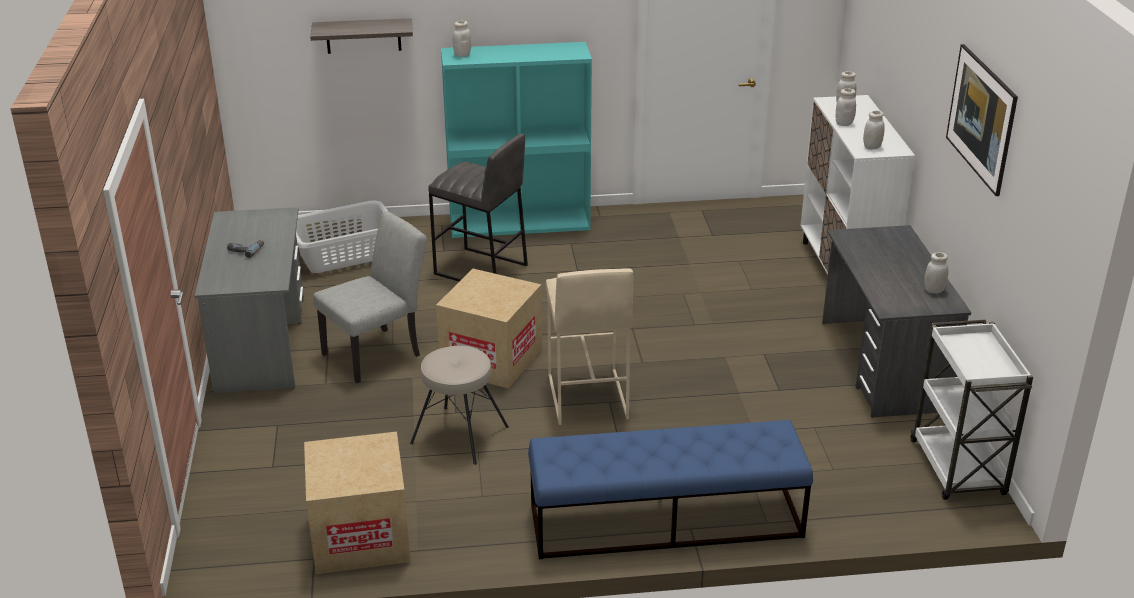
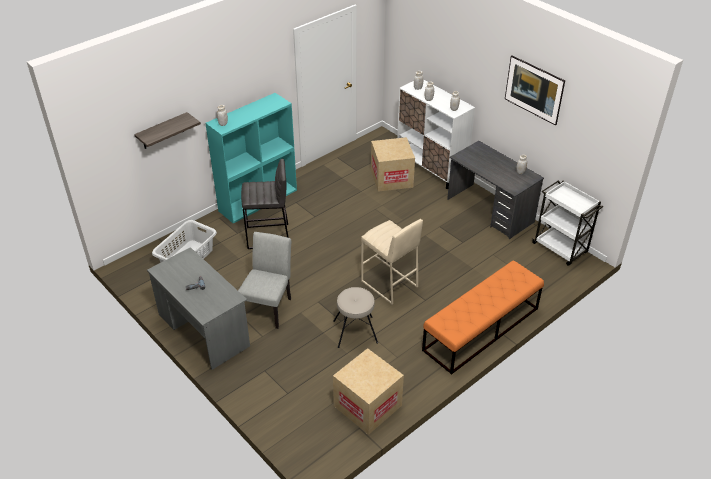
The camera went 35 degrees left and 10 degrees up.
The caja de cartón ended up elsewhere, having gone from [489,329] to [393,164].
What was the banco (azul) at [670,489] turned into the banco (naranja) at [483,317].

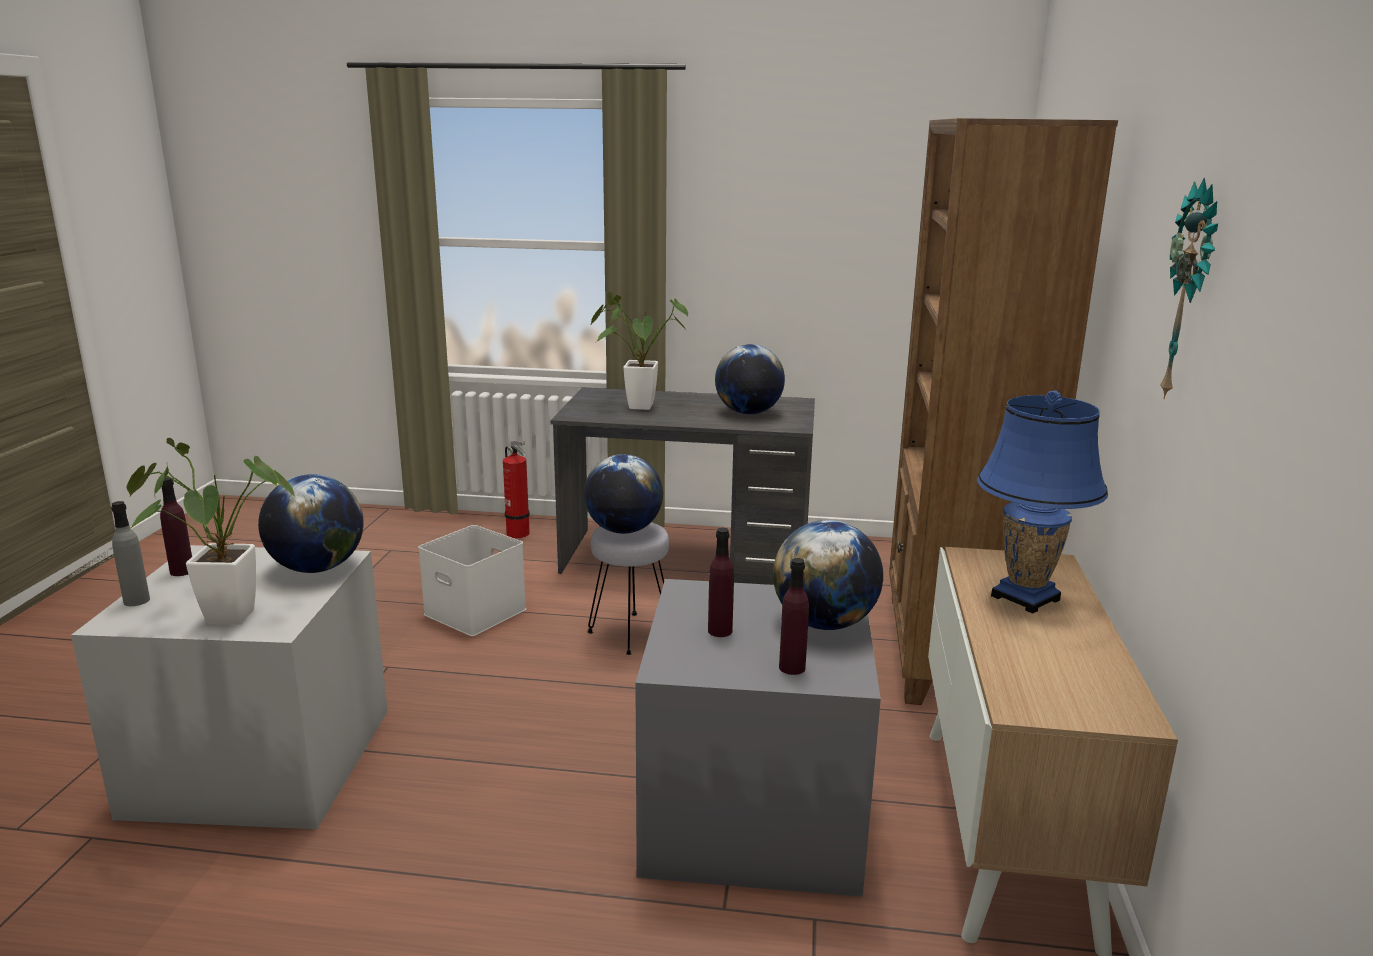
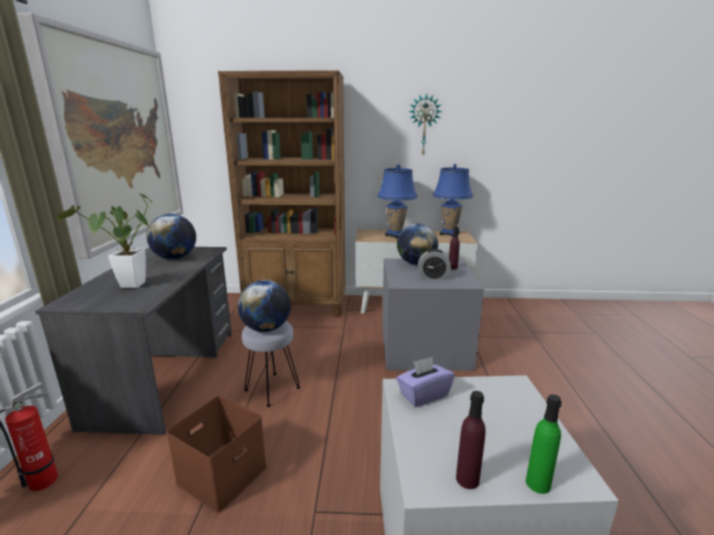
The camera went 95 degrees left and 0 degrees up.
The second view lost the planta en maceta at [211,531].
Where the globo terráqueo stood at [311,523], the caja de pañuelos (morado) came to stand at [425,382].
What was the botella (gris) at [130,553] turned into the botella (verde) at [544,444].
What was the caja de almacenaje (blanco) at [472,580] turned into the caja de almacenaje (marrón) at [216,454].
Where the botella (morado) stood at [721,582], the despertador came to stand at [434,264].
The second view gained the cuadro at [100,136].
The second view gained the lámpara de mesa (azul) at [453,200].

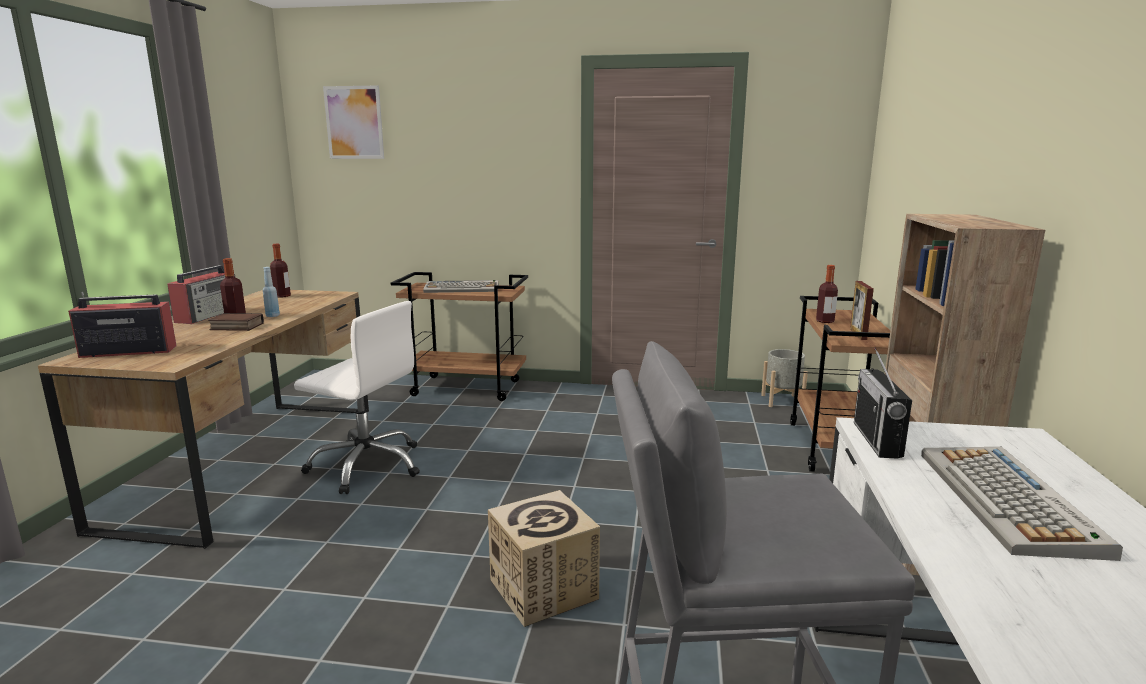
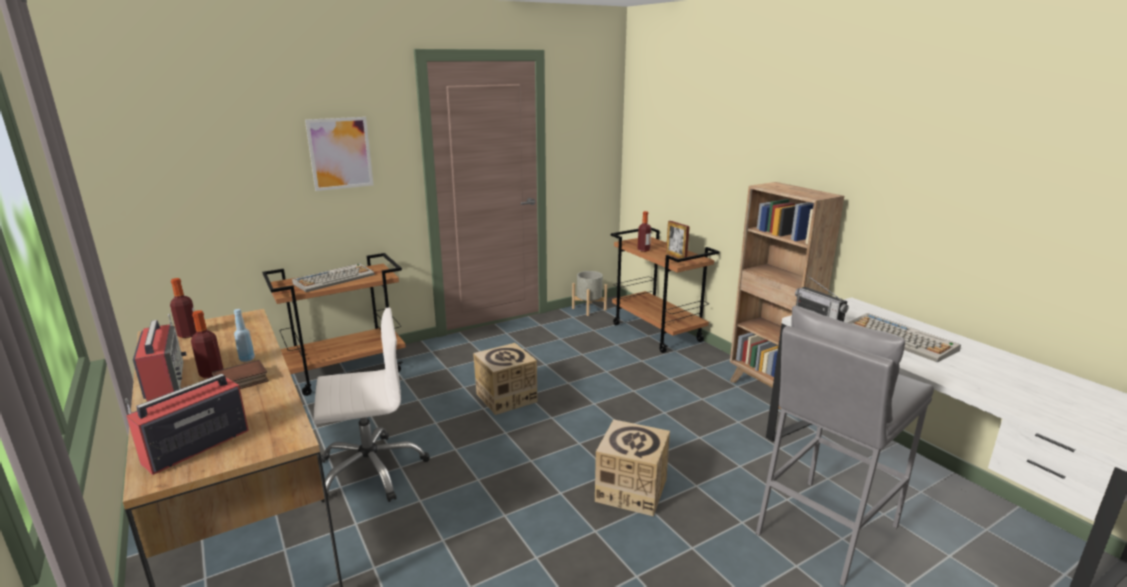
The camera went 40 degrees left and 5 degrees up.
The cuadro ended up elsewhere, having gone from [353,122] to [339,154].
The second view gained the caja de cartón at [505,379].

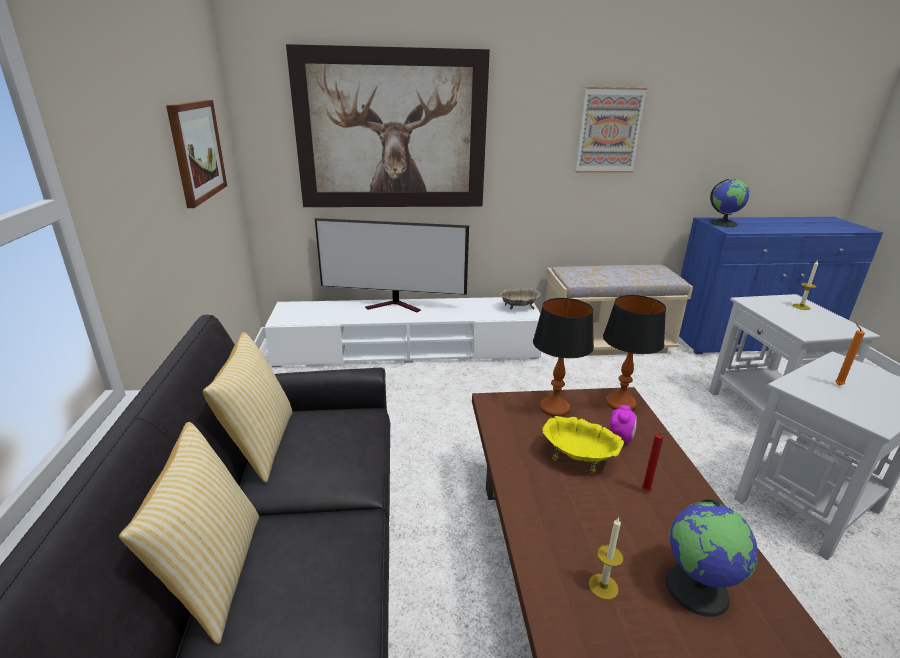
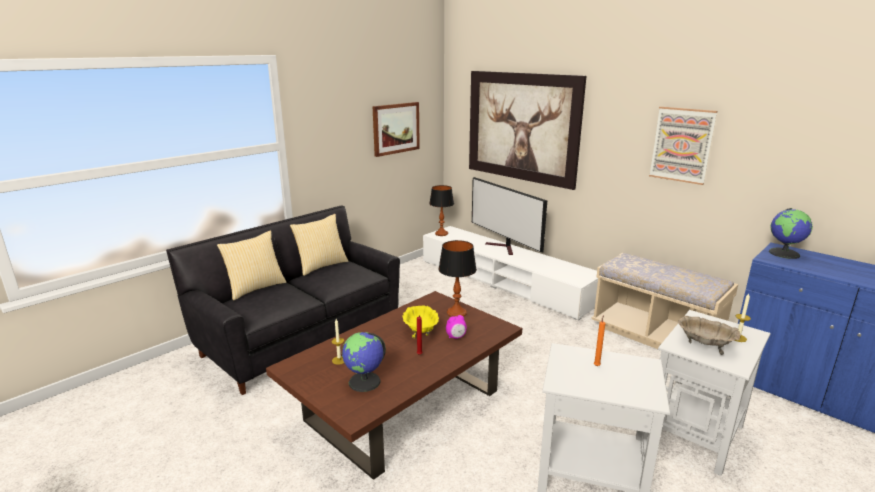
The camera went 50 degrees right and 5 degrees down.
The cuenco (beis) ended up elsewhere, having gone from [520,299] to [709,335].
The lámpara de mesa ended up elsewhere, having gone from [634,353] to [441,210].

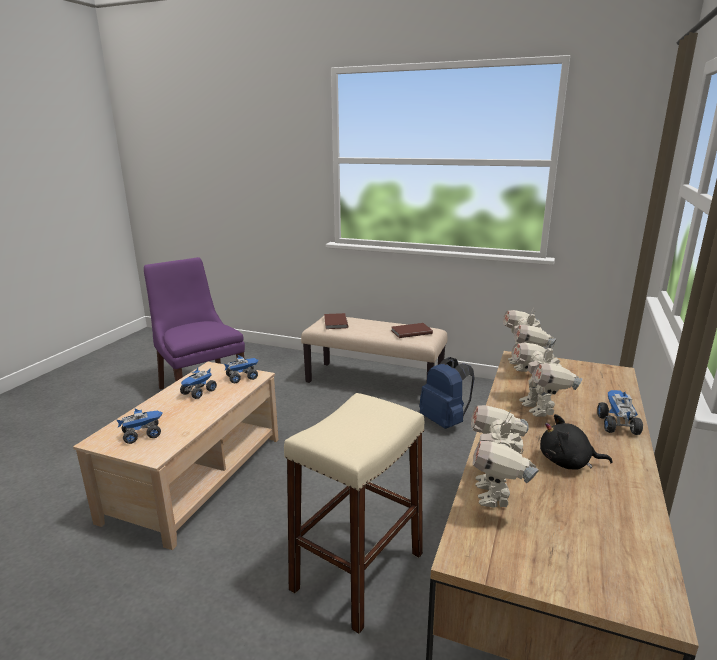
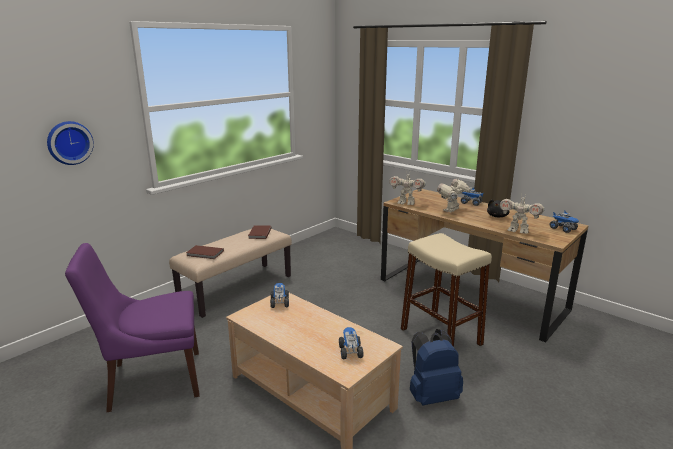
The camera went 70 degrees left and 0 degrees up.
The robot de juguete at [547,379] ended up facing another way, 120 degrees clockwise from before.
The mochila (azul) ended up elsewhere, having gone from [447,393] to [436,367].
The camión de juguete ended up elsewhere, having gone from [198,383] to [564,221].
The second view gained the reloj de pared at [70,143].

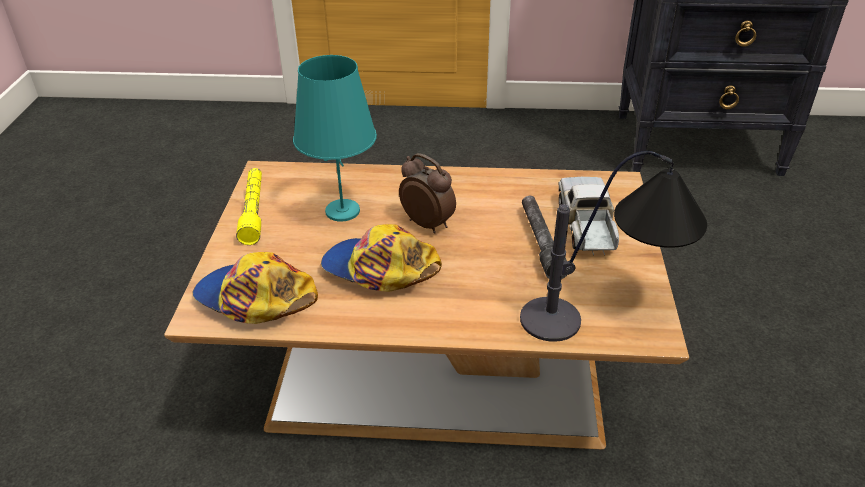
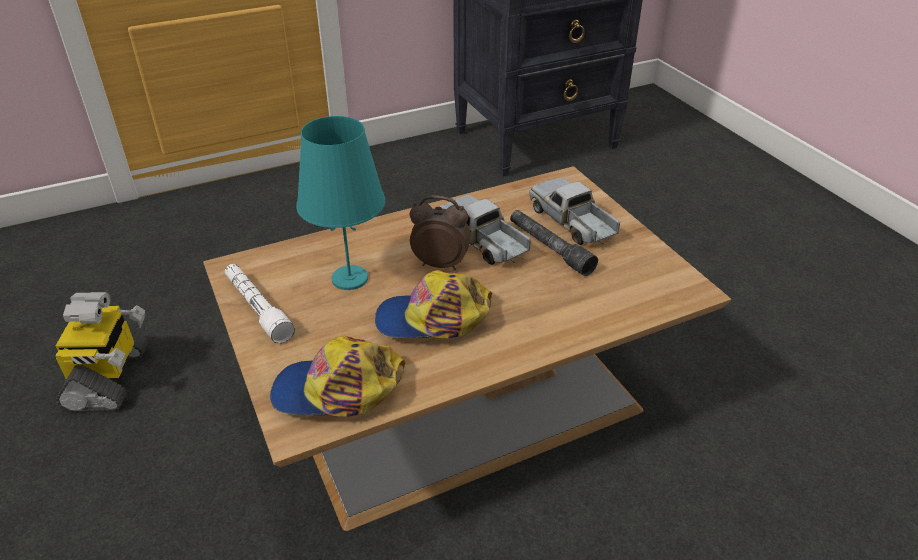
The camera went 30 degrees left and 0 degrees up.
The second view lost the lámpara de mesa at [613,246].
What was the linterna (amarillo) at [249,206] turned into the linterna (blanco) at [260,303].
The second view gained the camión de juguete at [485,230].
The second view gained the robot de juguete at [101,352].

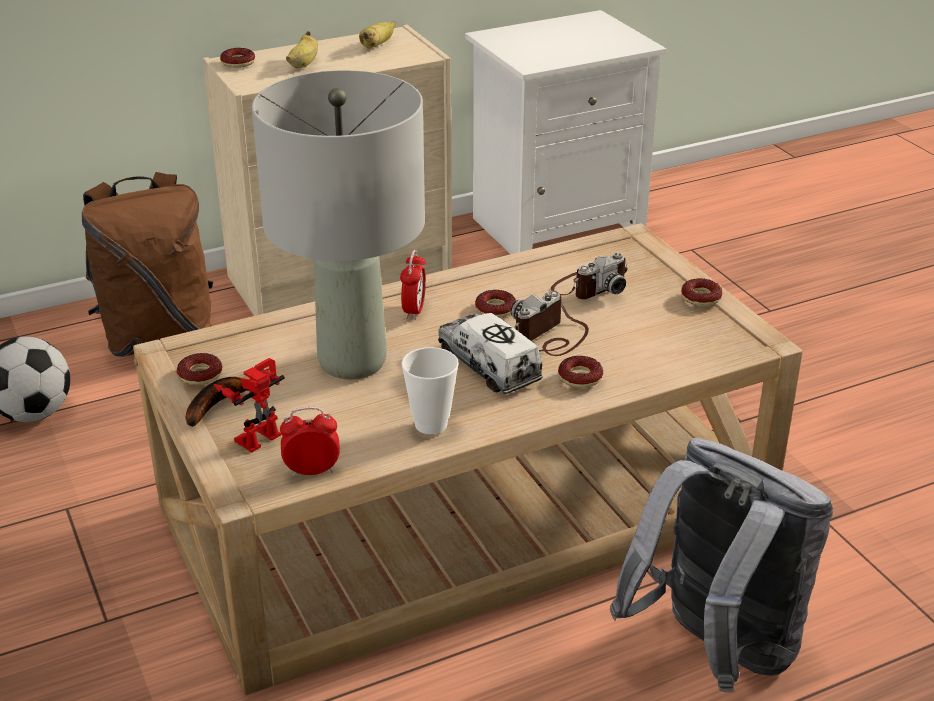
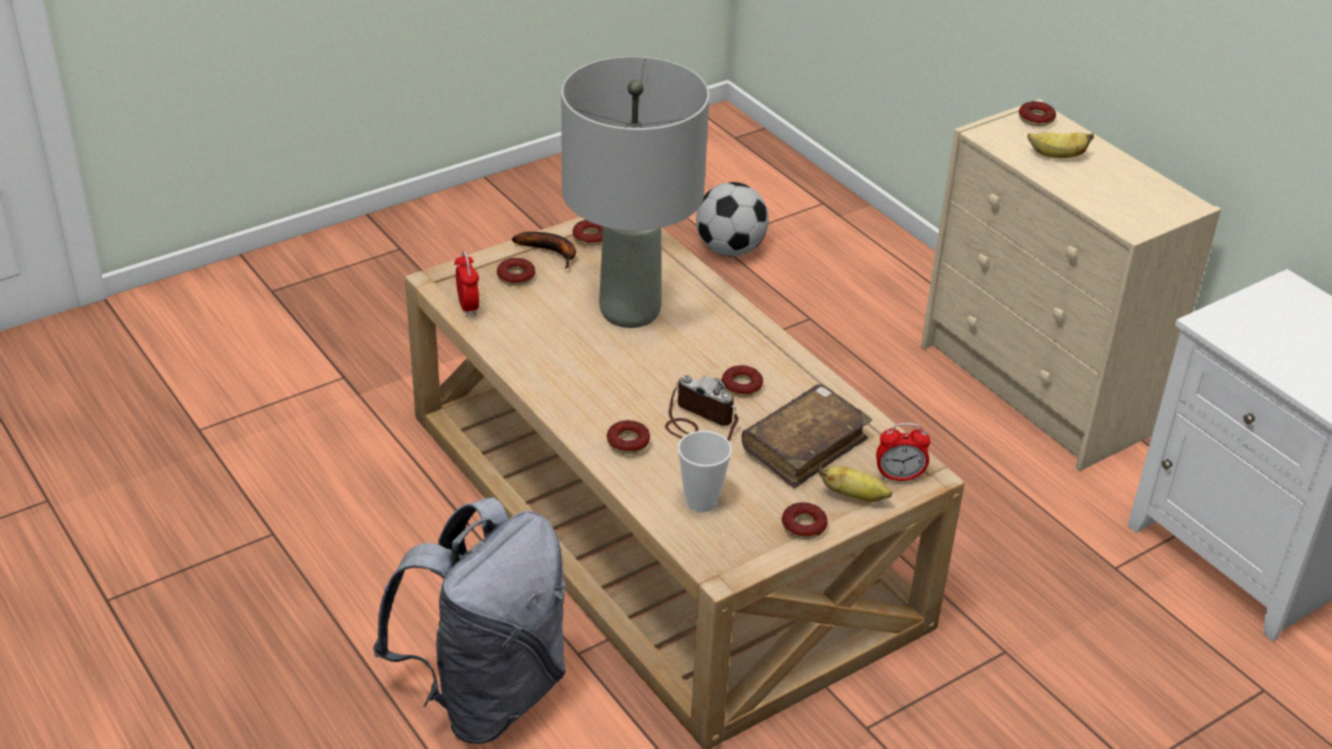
The camera went 80 degrees right and 5 degrees up.
The plátano ended up elsewhere, having gone from [377,34] to [855,484].
The second view lost the mochila (marrón) at [147,264].
The despertador ended up elsewhere, having gone from [413,285] to [903,452].
Where the cámara stood at [589,276], the libro (marrón) came to stand at [807,436].
The second view lost the camión de juguete at [490,353].
The taza ended up elsewhere, having gone from [430,390] to [705,471].
Where the robot de juguete stood at [249,405], the rosquilla came to stand at [516,272].

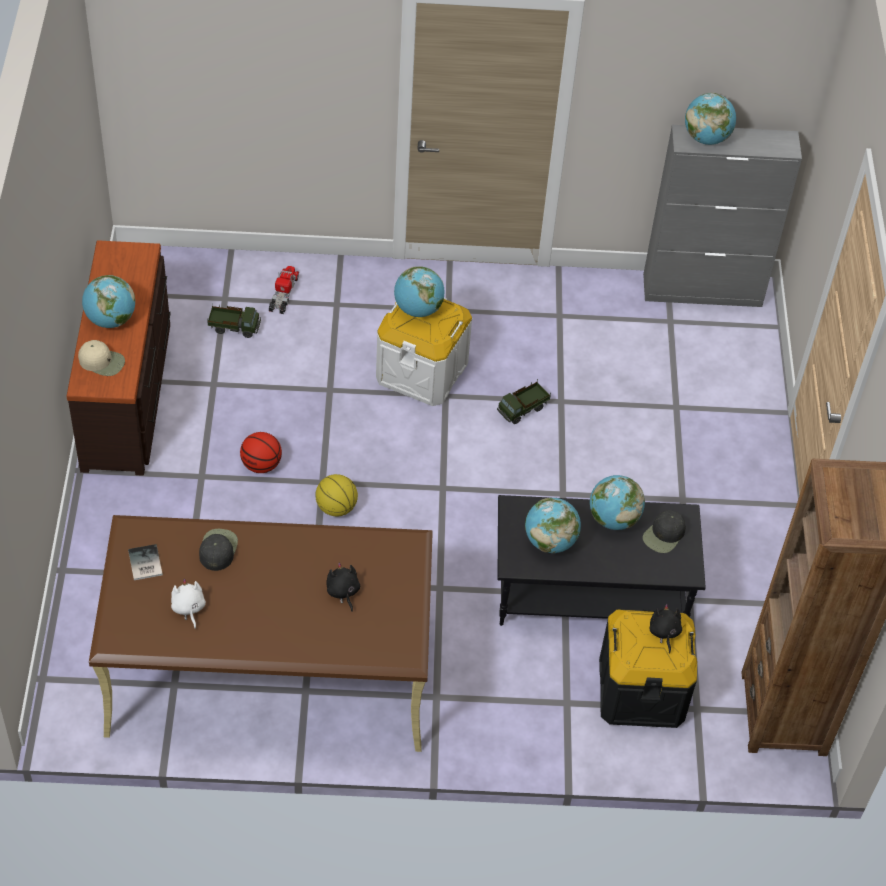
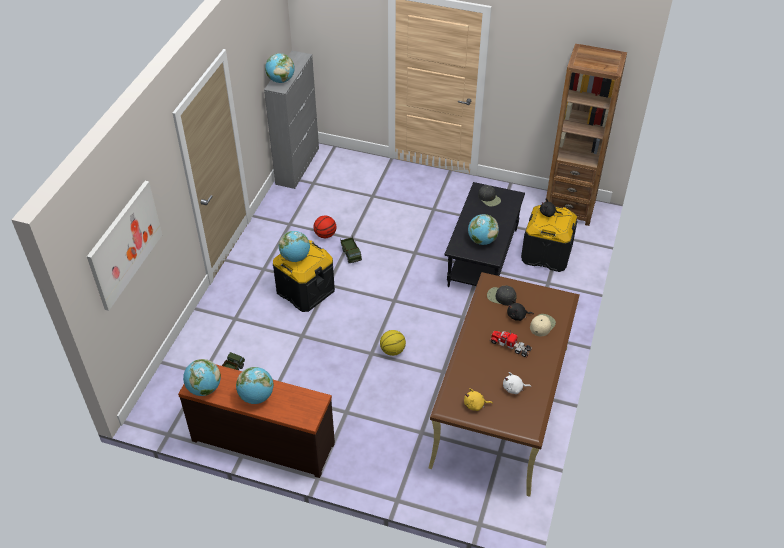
The camera went 70 degrees left and 5 degrees down.
The camión de juguete ended up elsewhere, having gone from [283,290] to [511,343].
What was the caja de almacenaje (blanco) at [424,352] turned into the caja de almacenaje (negro) at [304,276].
The gorra (beis) ended up elsewhere, having gone from [101,358] to [543,325].
The balón de baloncesto ended up elsewhere, having gone from [261,452] to [325,227].
The globo terráqueo ended up elsewhere, having gone from [617,502] to [202,377].
The gorra (negro) ended up elsewhere, having gone from [218,550] to [502,295].
Where the libro stood at [145,562], the peluche (amarillo) came to stand at [478,399].
The second view gained the cuadro at [124,246].

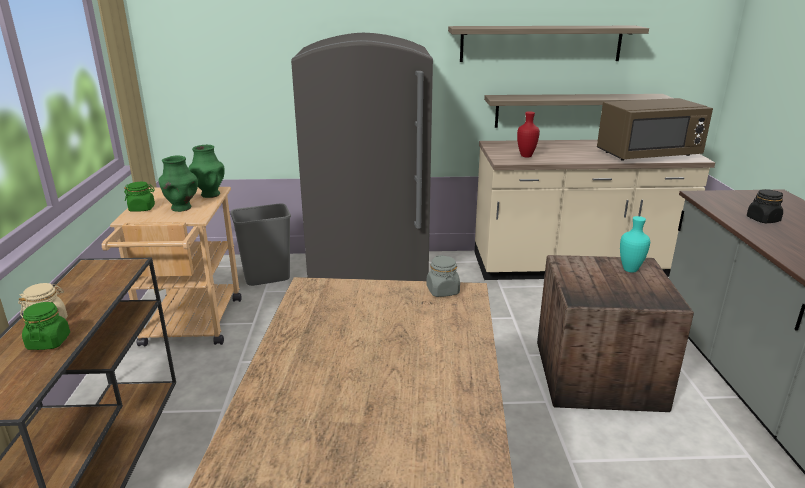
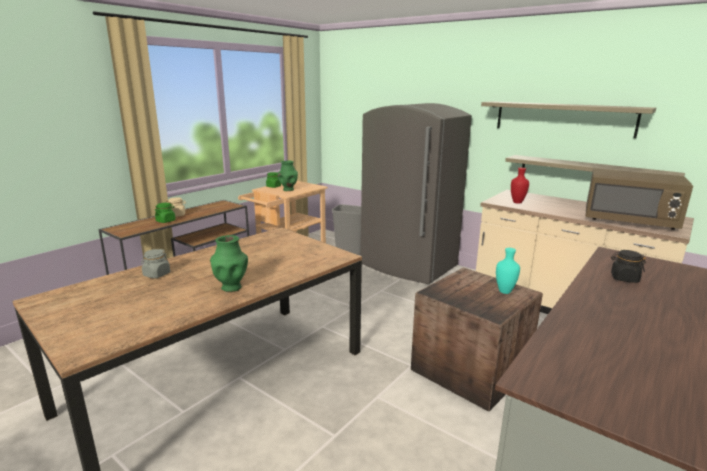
The camera went 40 degrees right and 5 degrees down.
The florero (verde) ended up elsewhere, having gone from [206,171] to [229,263].
The tarro (gris) ended up elsewhere, having gone from [443,276] to [155,264].

